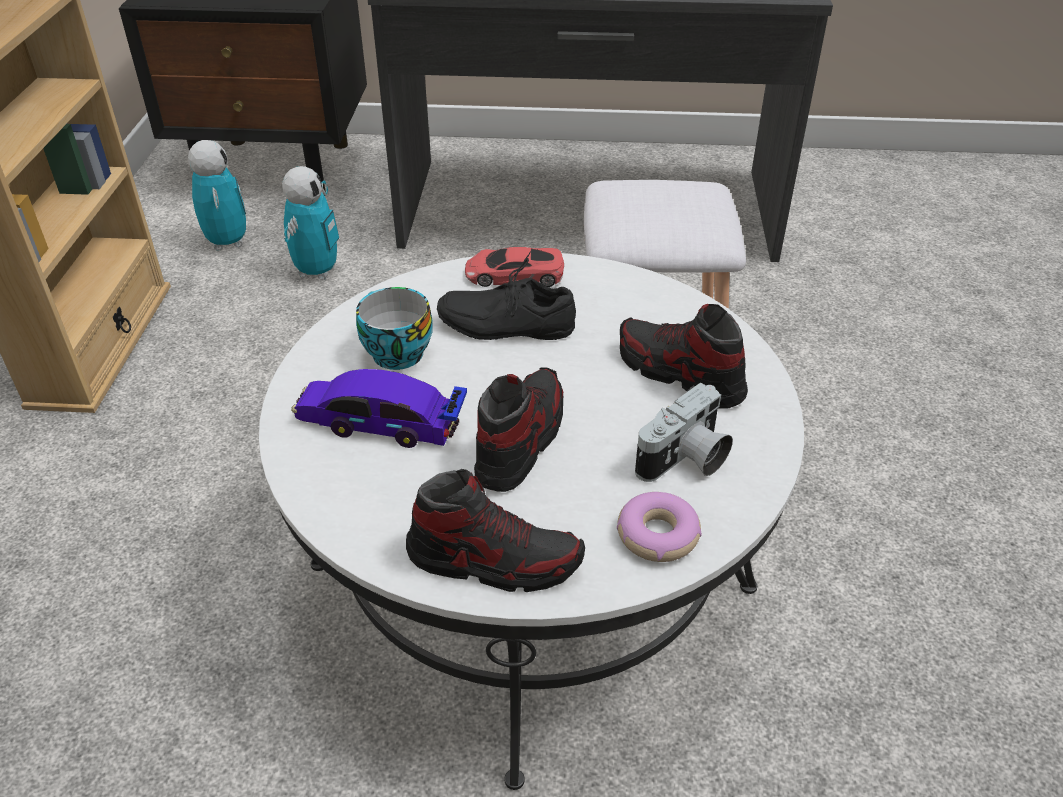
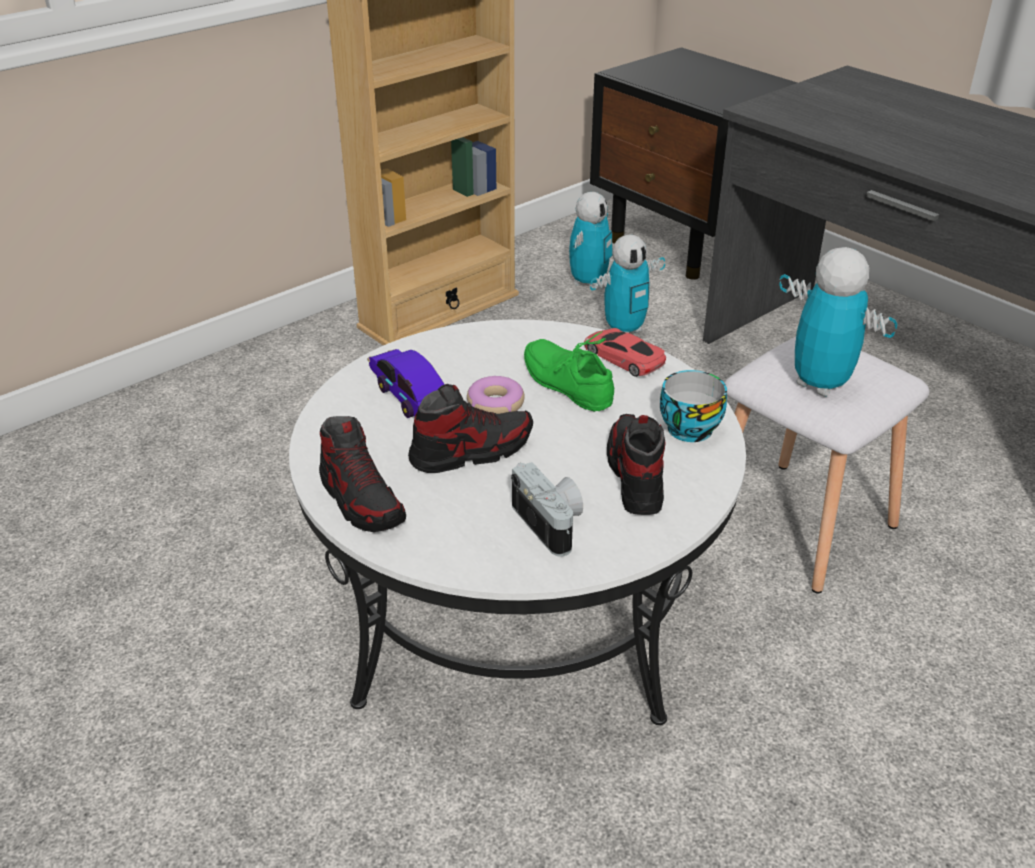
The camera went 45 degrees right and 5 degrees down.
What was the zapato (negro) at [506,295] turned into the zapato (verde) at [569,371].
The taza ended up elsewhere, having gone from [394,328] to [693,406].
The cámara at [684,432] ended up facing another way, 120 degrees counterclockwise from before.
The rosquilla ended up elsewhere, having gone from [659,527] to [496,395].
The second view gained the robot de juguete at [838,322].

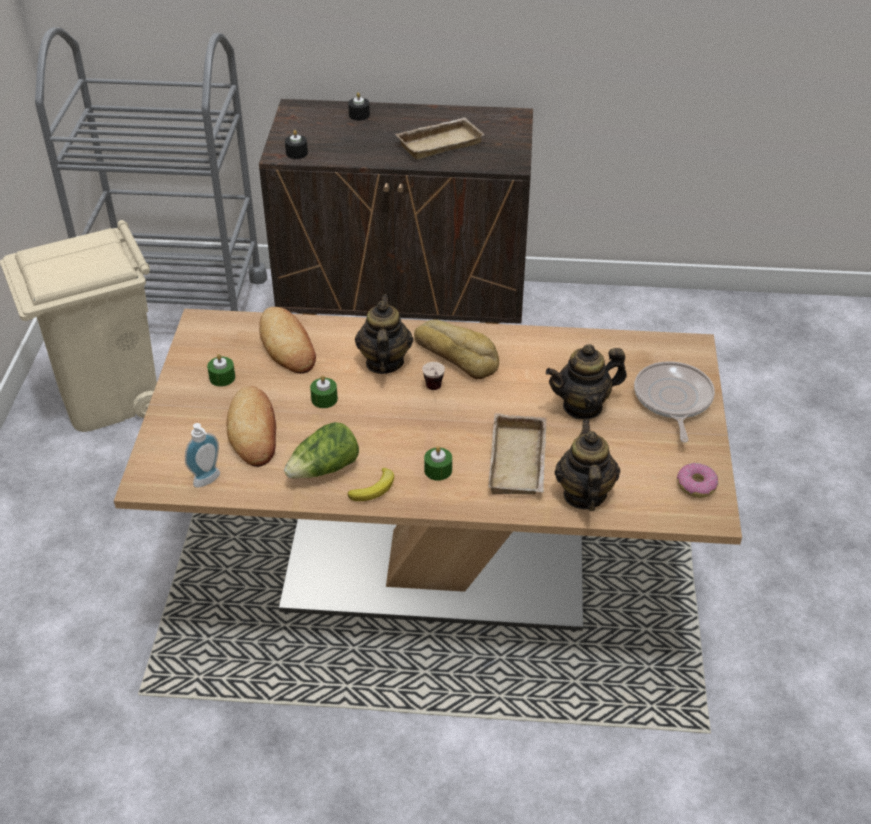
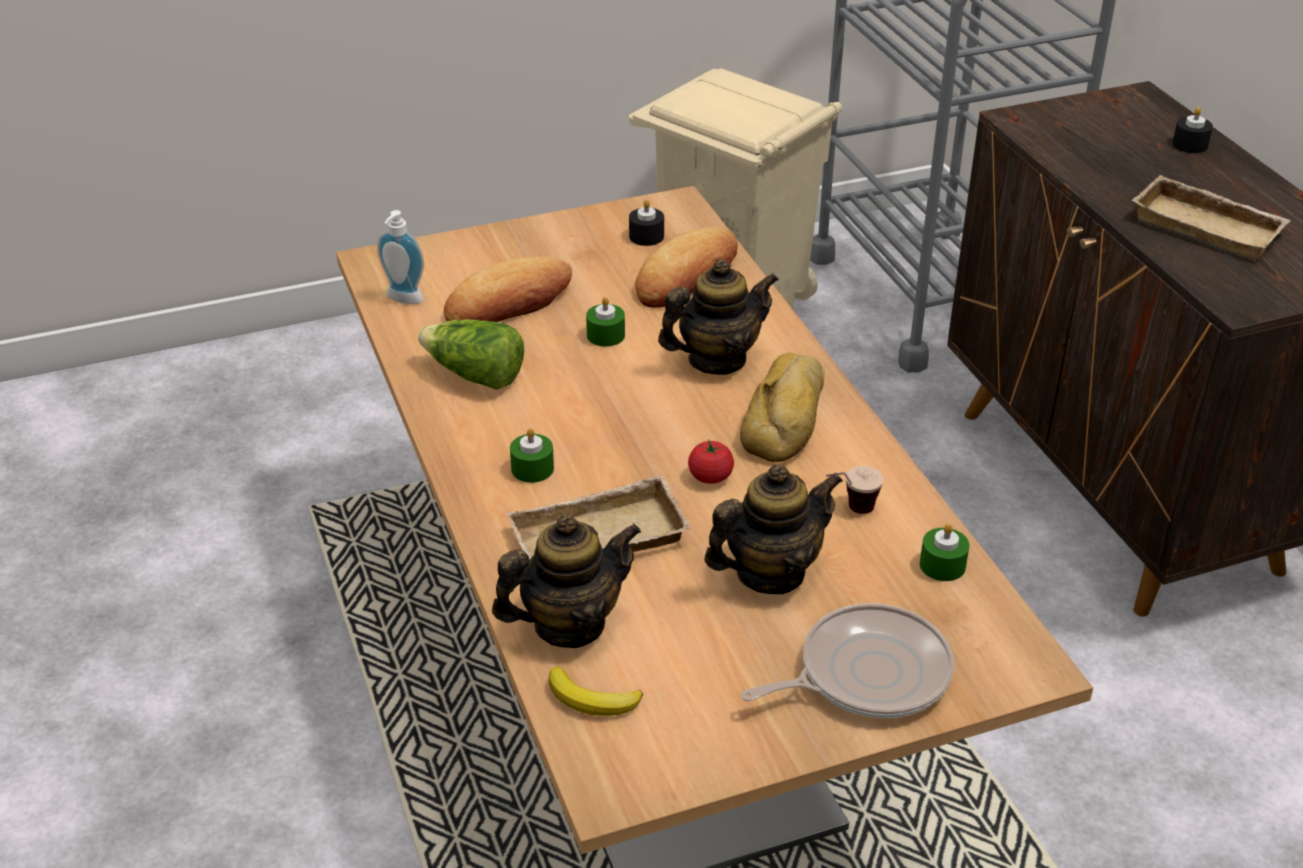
The camera went 65 degrees right and 5 degrees down.
The vela (negro) ended up elsewhere, having gone from [296,144] to [646,222].
The tetera at [586,382] ended up facing another way, 105 degrees clockwise from before.
The vela (verde) ended up elsewhere, having gone from [221,370] to [944,552].
The taza ended up elsewhere, having gone from [433,376] to [855,490].
The second view lost the rosquilla at [697,480].
The plátano ended up elsewhere, having gone from [371,484] to [596,691].
The second view gained the tomate at [711,461].

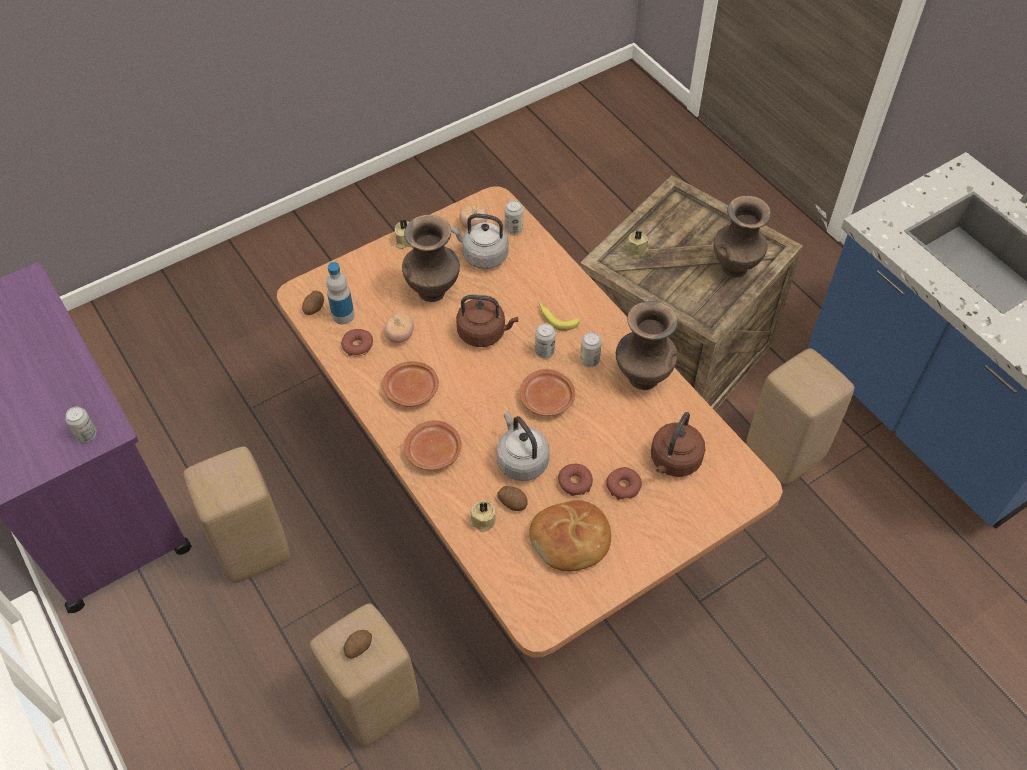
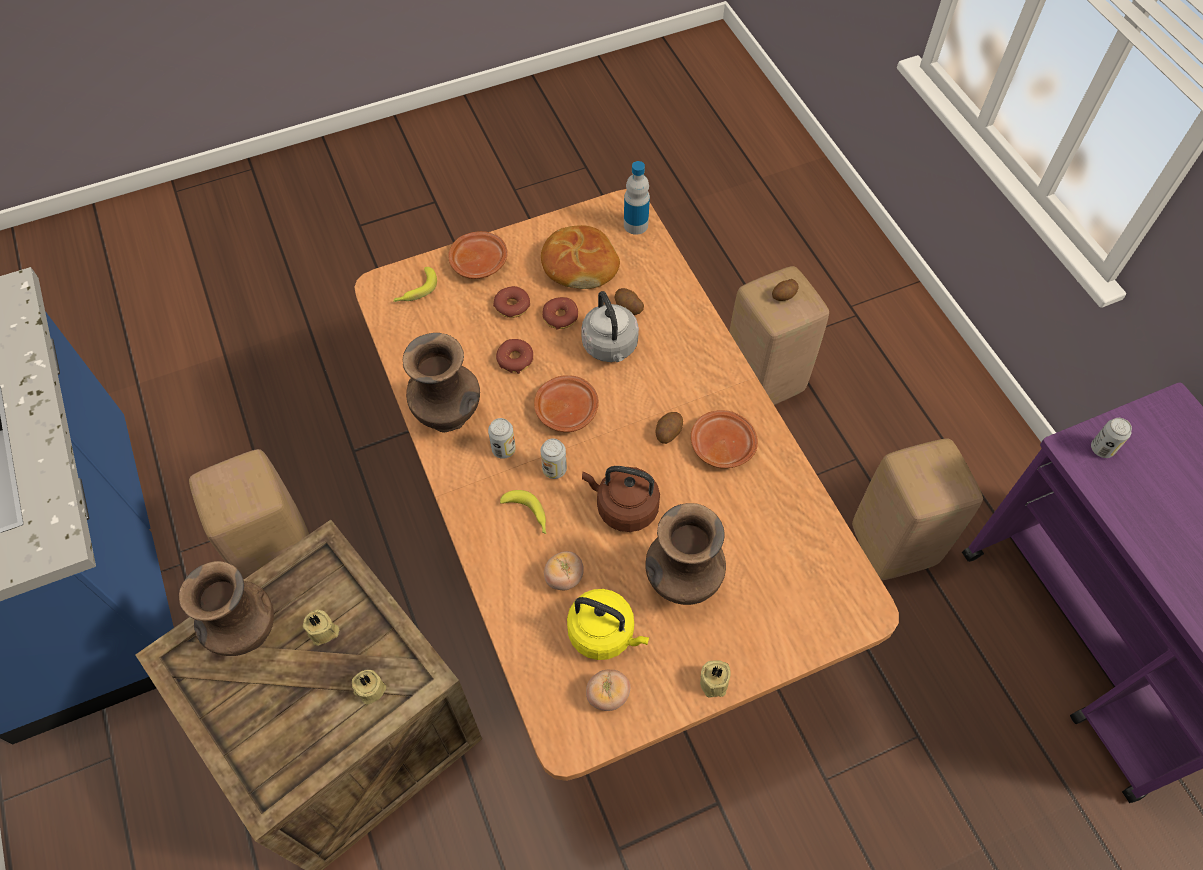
The camera went 170 degrees left and 5 degrees up.
The second view lost the lata at [514,217].
What was the hervidor (gris) at [480,241] turned into the hervidor (amarillo) at [608,624].
The botella ended up elsewhere, having gone from [340,293] to [637,198].
The patata ended up elsewhere, having gone from [313,303] to [669,428].
The tomate ended up elsewhere, having gone from [399,328] to [564,570].
The rosquilla ended up elsewhere, having gone from [357,342] to [514,356].
The second view lost the hervidor (marrón) at [678,444].
The plato (marrón) ended up elsewhere, having gone from [433,445] to [478,255].
The vela (beis) ended up elsewhere, having gone from [482,516] to [321,628].
The second view gained the plátano at [415,284].

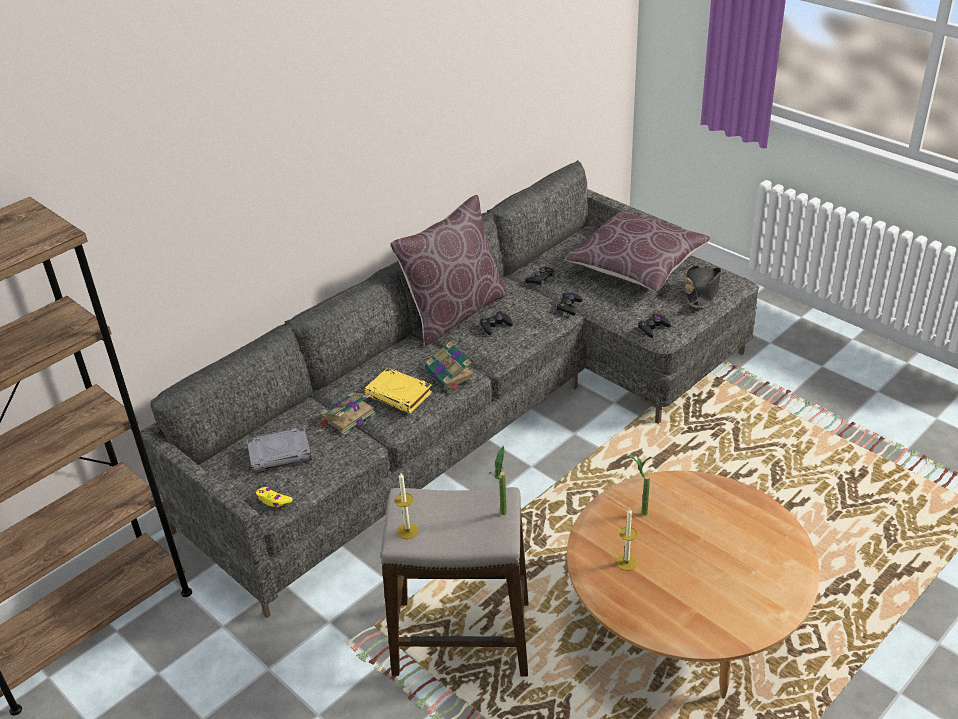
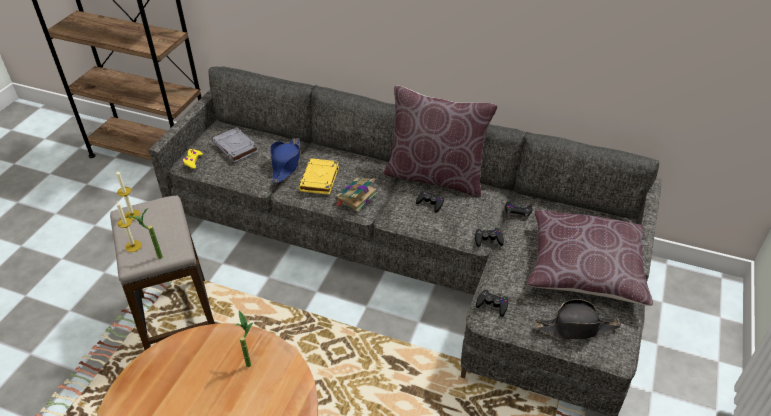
The camera went 65 degrees right and 5 degrees up.
Where the libro stood at [347,414], the sombrero (azul) came to stand at [285,160].
The vela ended up elsewhere, having gone from [626,539] to [129,226].

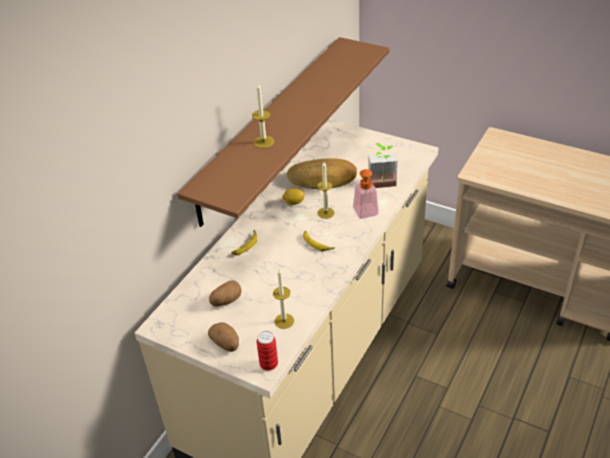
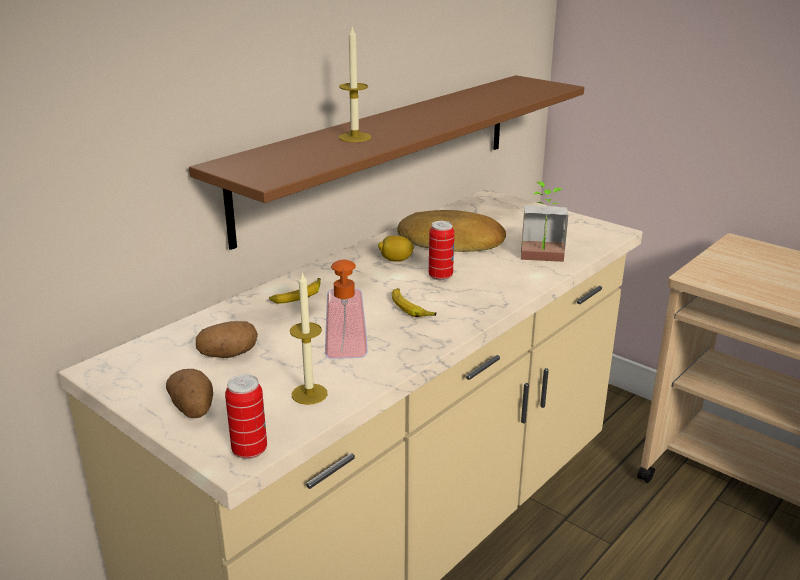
The camera went 10 degrees right and 15 degrees down.
Where the vela stood at [326,190], the lata came to stand at [441,251].
The dispensador de jabón ended up elsewhere, having gone from [366,194] to [346,309].

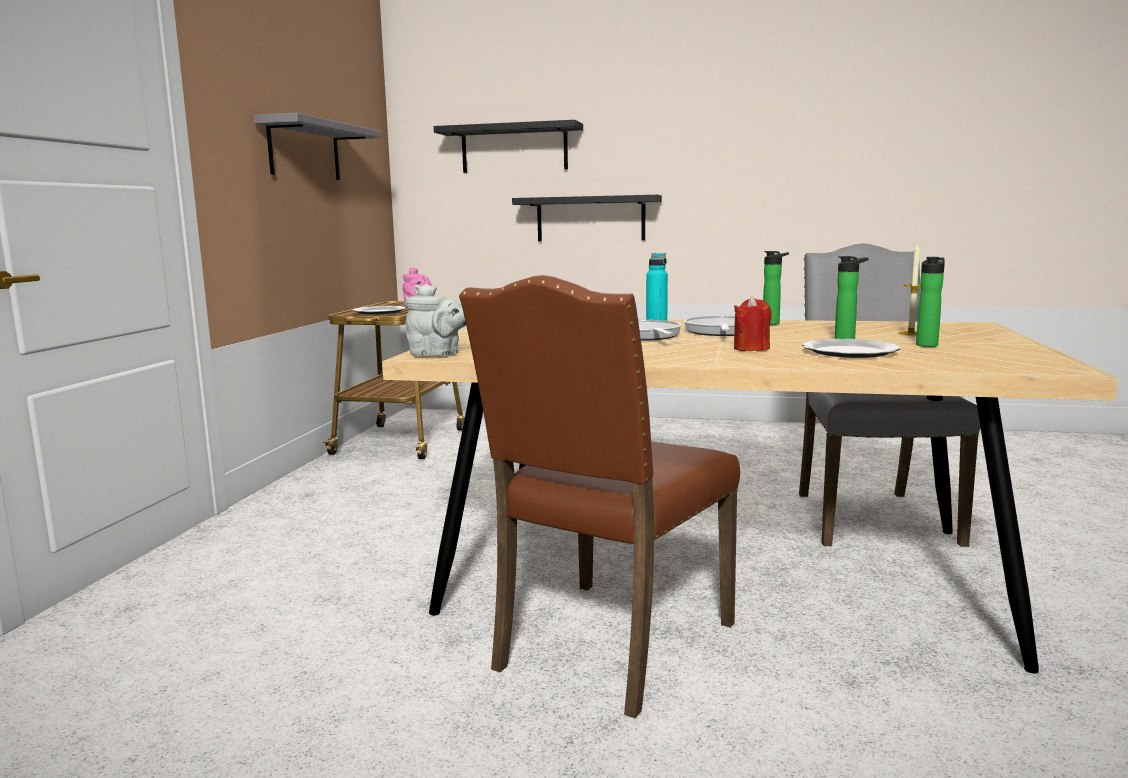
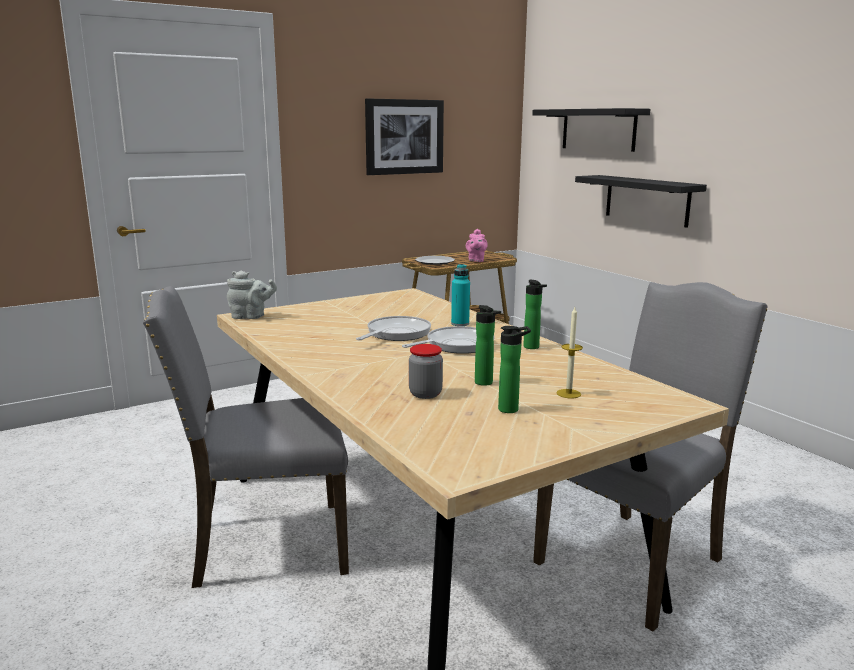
The camera went 45 degrees right and 5 degrees up.
Where the estante (gris) hung at [317,146], the cuadro came to hang at [404,136].
What was the silla (marrón) at [599,496] turned into the silla (gris) at [246,437].
The tetera (gris) at [435,320] ended up facing another way, 60 degrees counterclockwise from before.
The second view lost the vela (rojo) at [753,323].
Where the plato stood at [851,348], the tarro came to stand at [426,371].

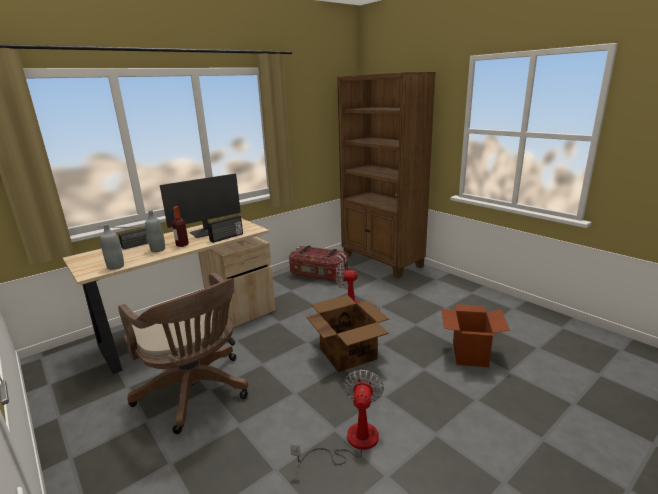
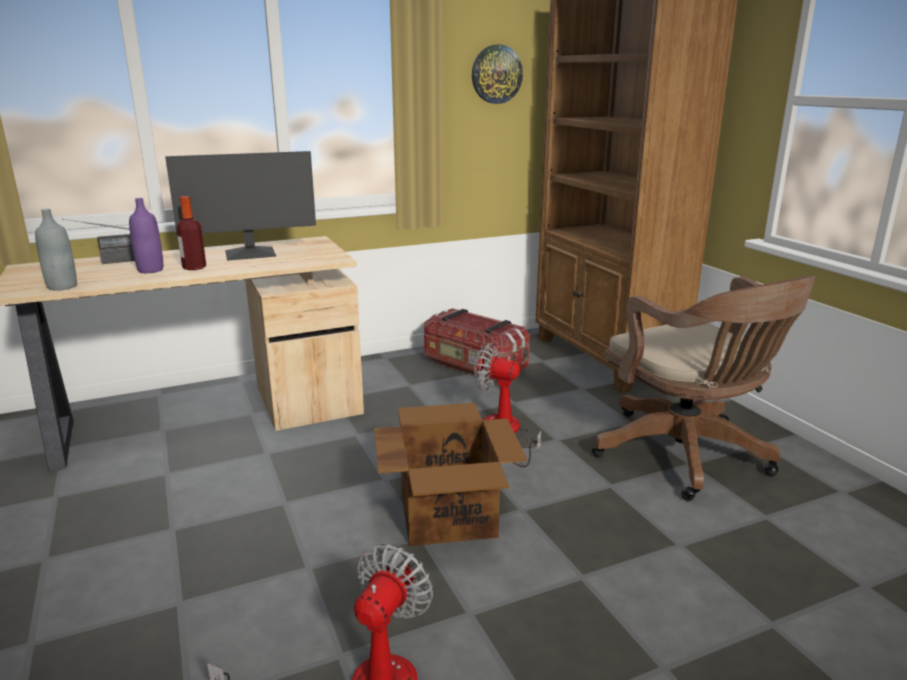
The camera went 15 degrees right and 0 degrees up.
What was the botella (gris) at [155,231] turned into the botella (morado) at [146,235].
The second view lost the radio at [225,229].
The silla de oficina (marrón) ended up elsewhere, having gone from [183,353] to [703,388].
The second view lost the caja de cartón at [475,335].
The second view gained the reloj de pared at [497,74].

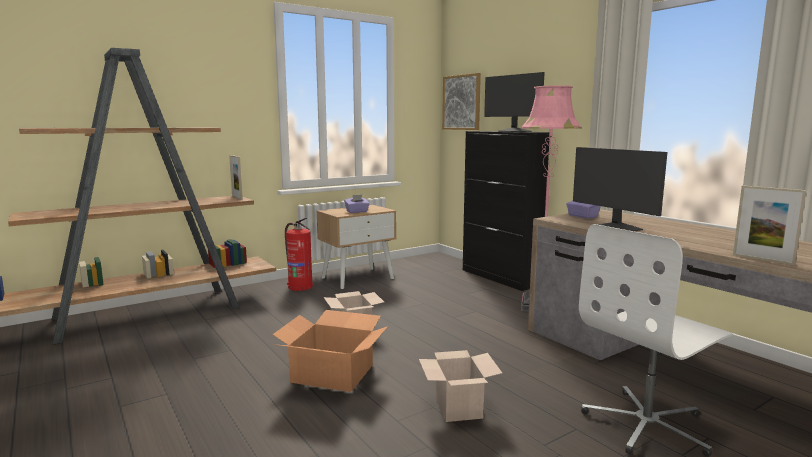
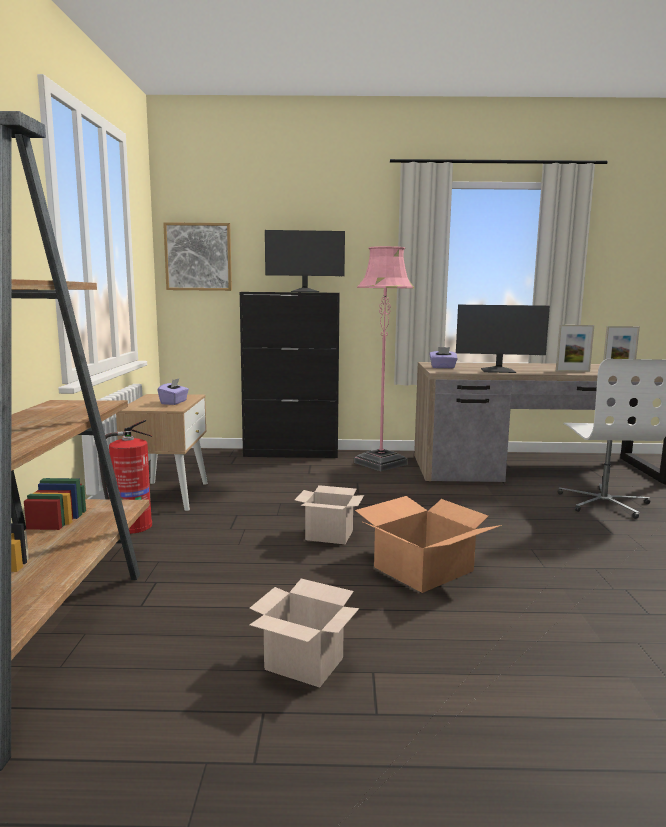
The camera went 55 degrees left and 0 degrees up.
The portarretratos ended up elsewhere, having gone from [236,177] to [575,348].
The caja de cartón ended up elsewhere, having gone from [460,386] to [304,633].

